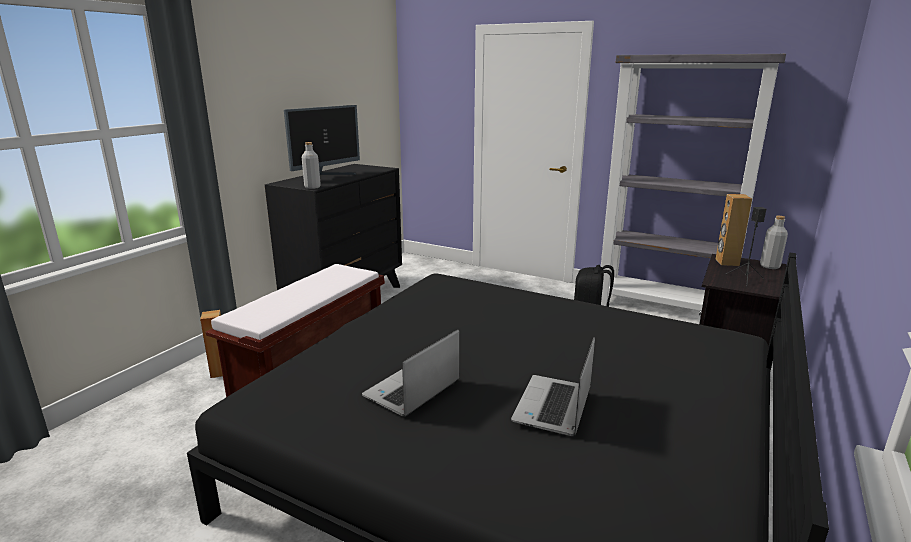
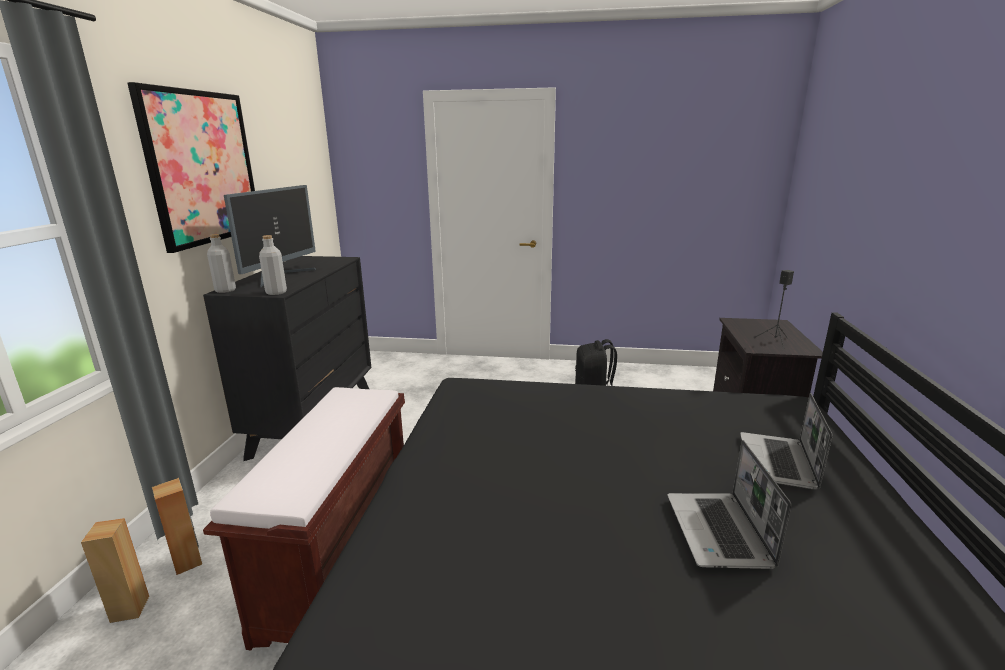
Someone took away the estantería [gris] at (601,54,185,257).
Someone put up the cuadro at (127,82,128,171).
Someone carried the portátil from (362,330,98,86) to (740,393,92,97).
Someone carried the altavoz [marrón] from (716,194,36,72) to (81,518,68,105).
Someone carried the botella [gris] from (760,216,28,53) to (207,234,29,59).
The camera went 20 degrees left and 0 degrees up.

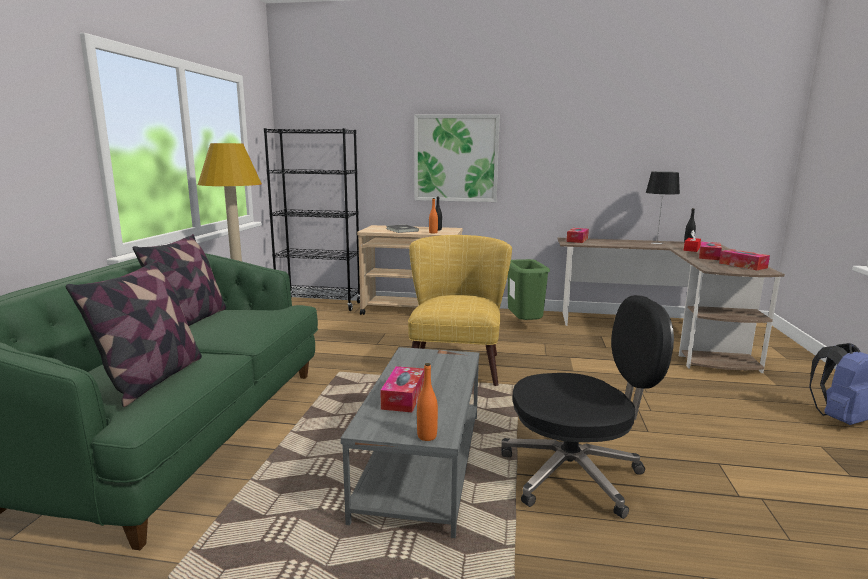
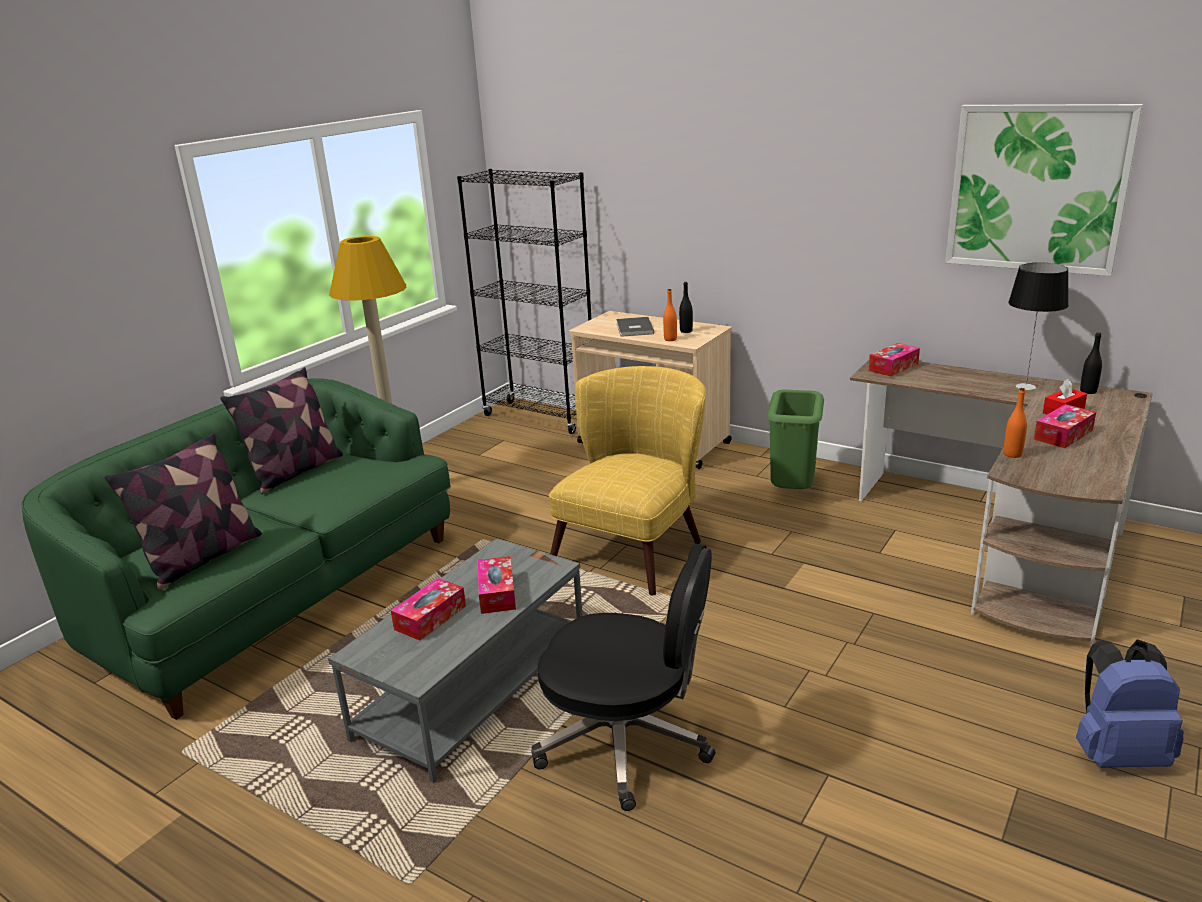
Someone carried the cuadro from (414,114,86,88) to (945,104,198,172).
Someone carried the botella [naranja] from (417,363,21,78) to (1003,388,24,70).
Someone carried the caja de pañuelos from (719,249,51,21) to (477,556,39,58).
The camera went 25 degrees right and 10 degrees up.

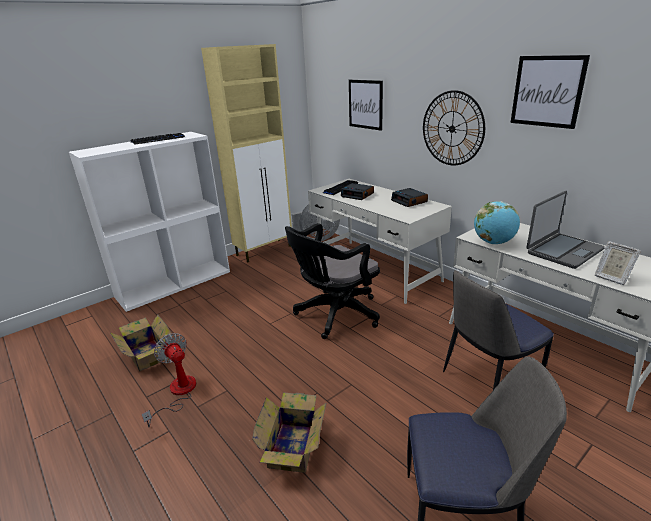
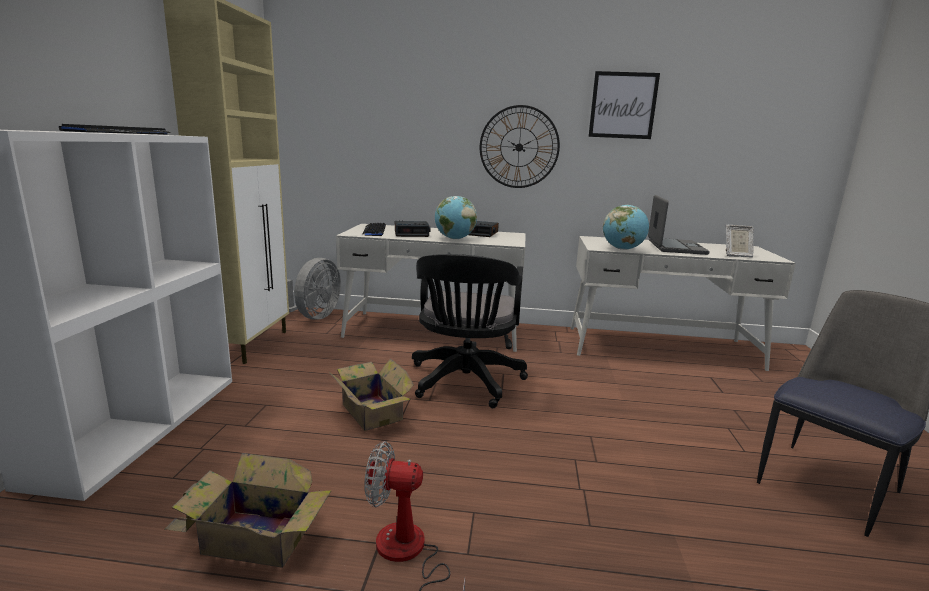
Someone took away the cuadro at (349,80,34,51).
Someone took away the silla at (443,270,111,120).
Someone put down the globo terráqueo at (435,196,42,43).
Someone carried the caja de cartón from (252,392,74,81) to (328,359,86,72).
The camera went 45 degrees left and 10 degrees down.

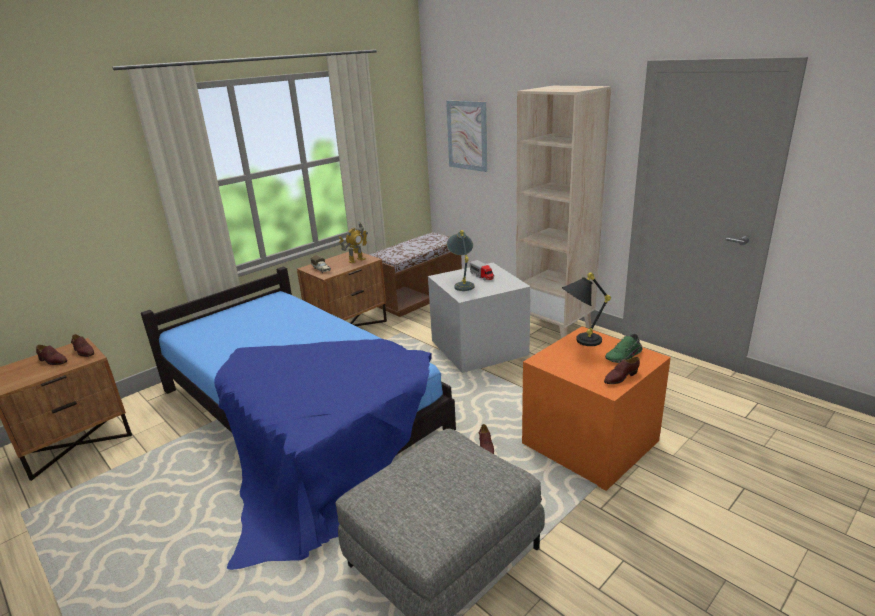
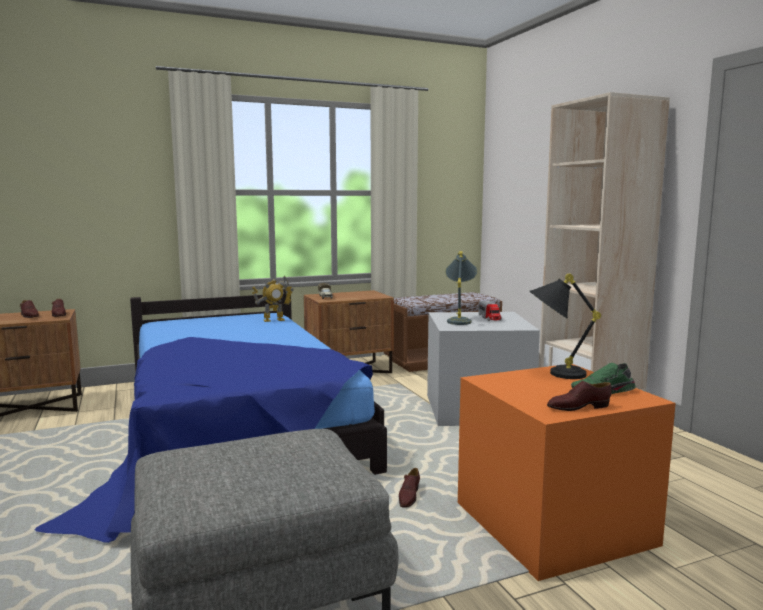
Someone took away the cuadro at (446,100,41,72).
Someone carried the robot de juguete from (339,223,29,40) to (252,276,42,46).
The camera went 20 degrees right and 15 degrees down.

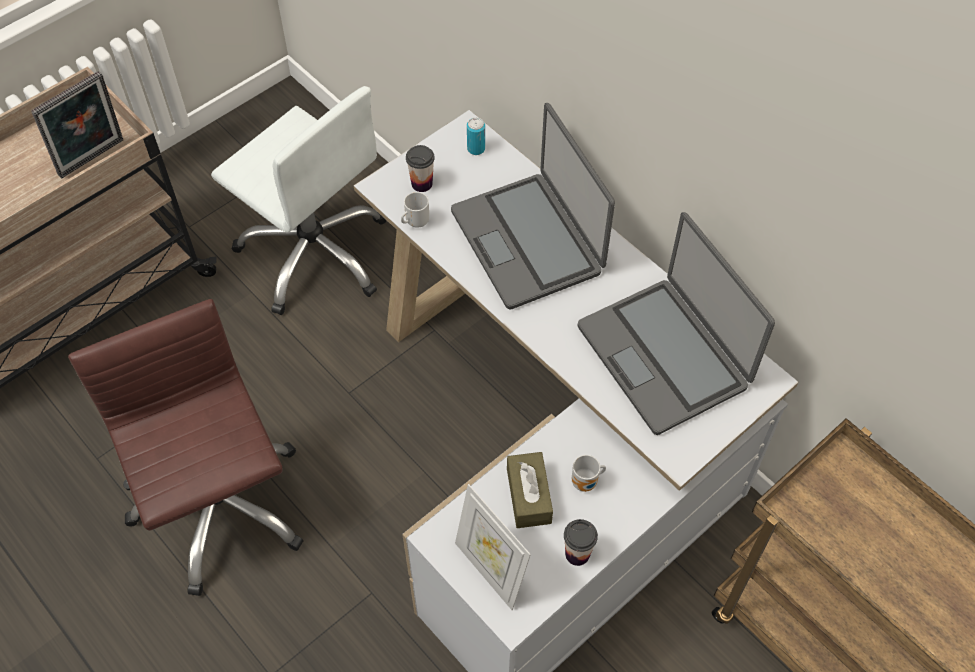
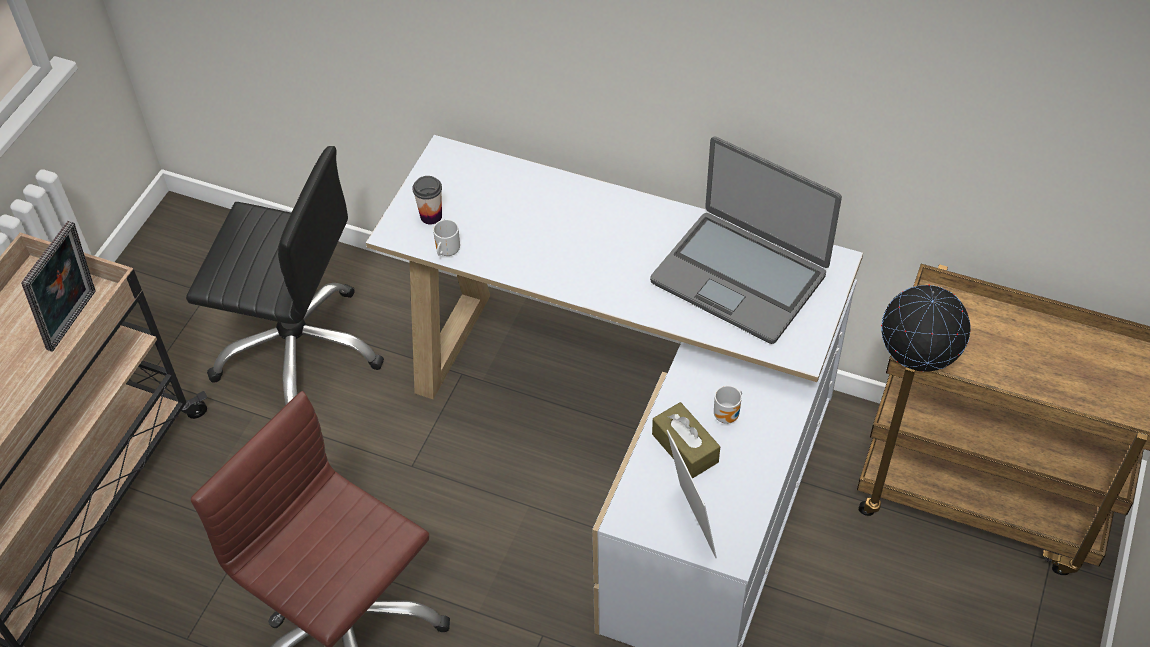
Someone took away the portátil at (451,103,164,206).
Someone took away the lata at (467,117,18,38).
Someone took away the taza at (564,519,34,47).
Someone put down the globo terráqueo at (881,285,89,87).
Someone repainted the silla de oficina [blanco] at (211,86,176,229), which became the silla de oficina [negro] at (186,146,198,259).
Someone rotated the portarretratos at (455,484,76,126) by 135 degrees counterclockwise.
The camera went 25 degrees left and 5 degrees down.

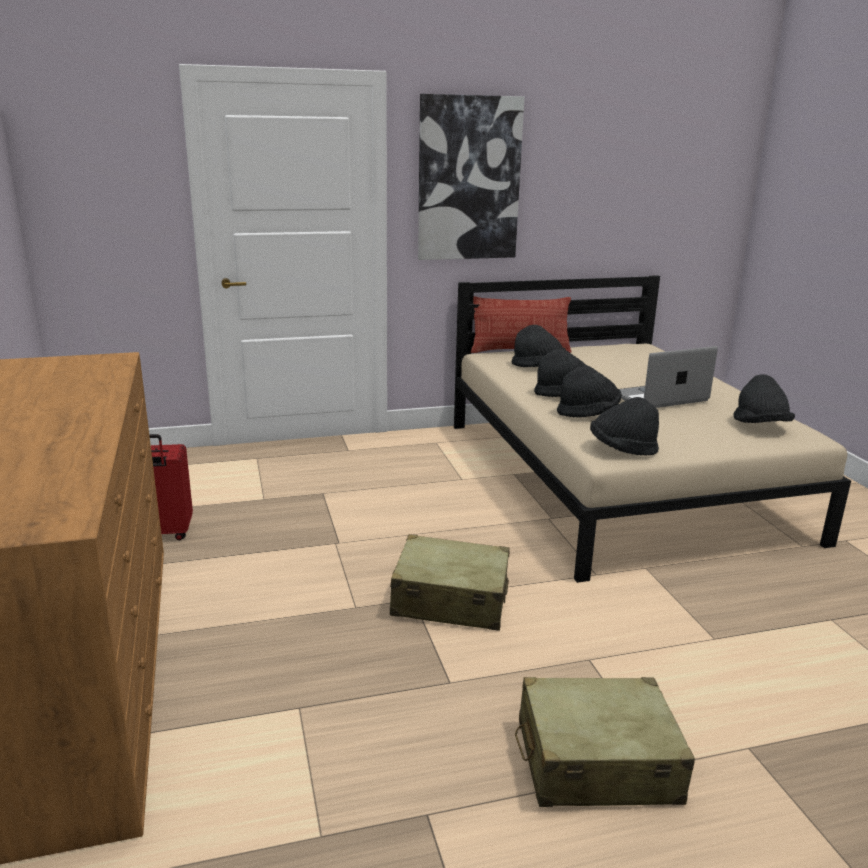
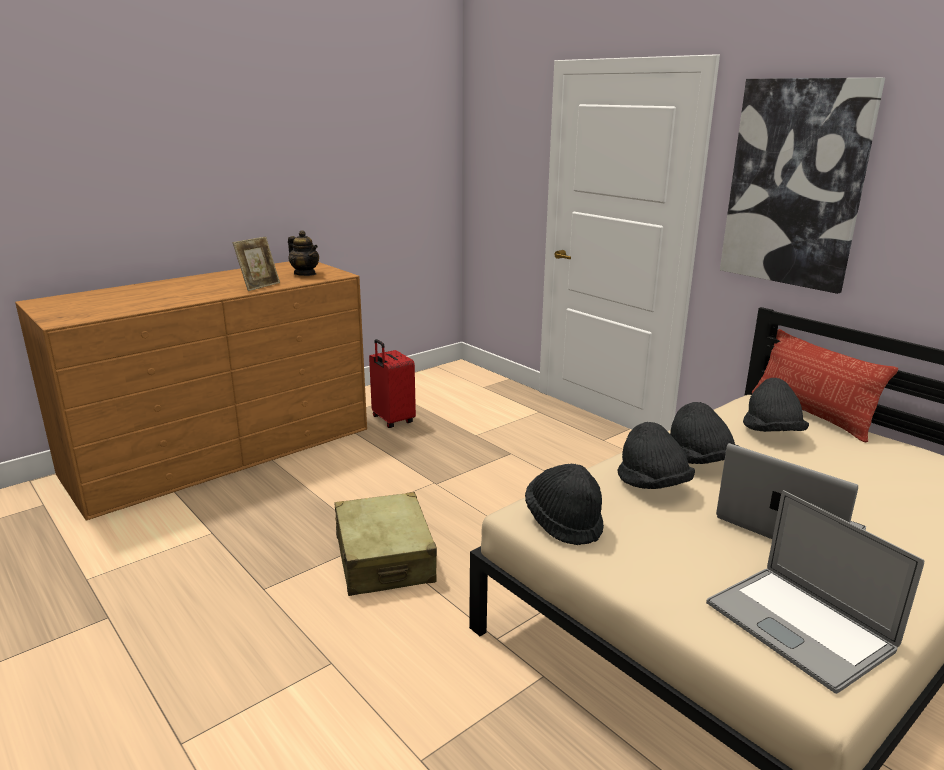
Someone took away the maleta [beis] at (515,677,180,130).
Someone put down the portarretratos at (233,237,47,54).
Someone put down the tetera at (288,230,31,46).
Someone swapped the sombrero [negro] at (733,374,62,49) for the portátil at (706,490,218,204).
The camera went 65 degrees right and 0 degrees up.

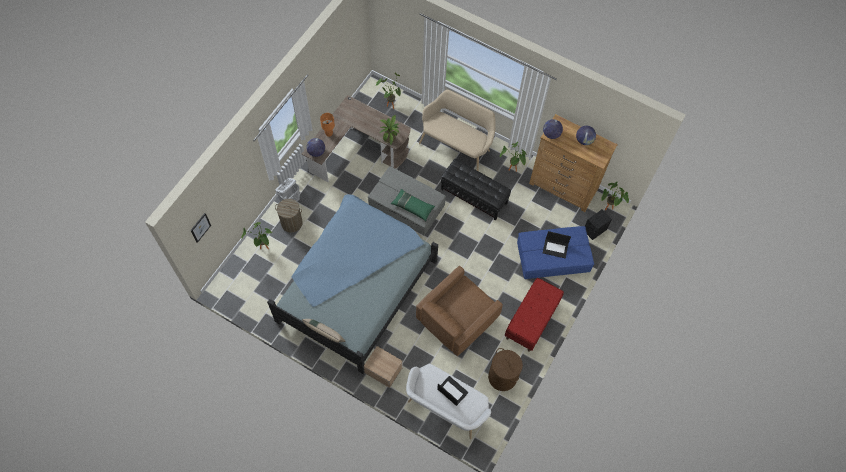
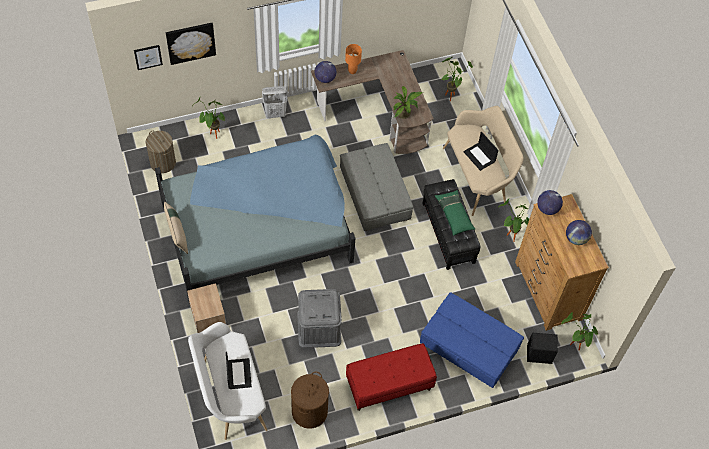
Someone put up the cuadro at (166,23,50,42).
Someone carried the cesto de la ropa from (275,199,28,34) to (146,131,30,42).
Someone carried the cojín [verde] from (391,189,44,32) to (435,190,40,46).
Someone carried the portátil from (543,231,28,28) to (463,132,35,39).
Someone swapped the sillón [marrón] at (416,266,87,90) for the caja de almacenaje [gris] at (297,289,45,59).
The camera went 40 degrees right and 5 degrees down.

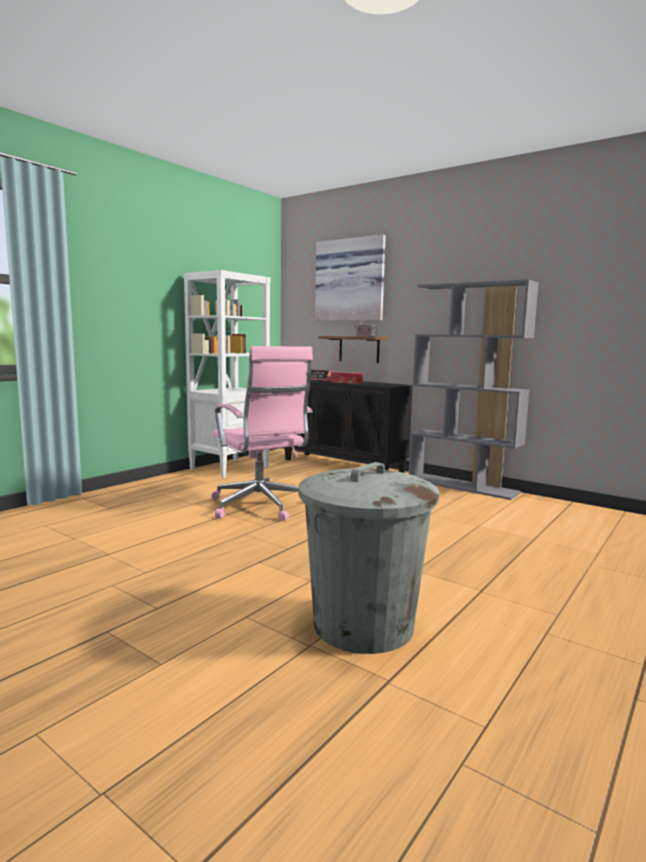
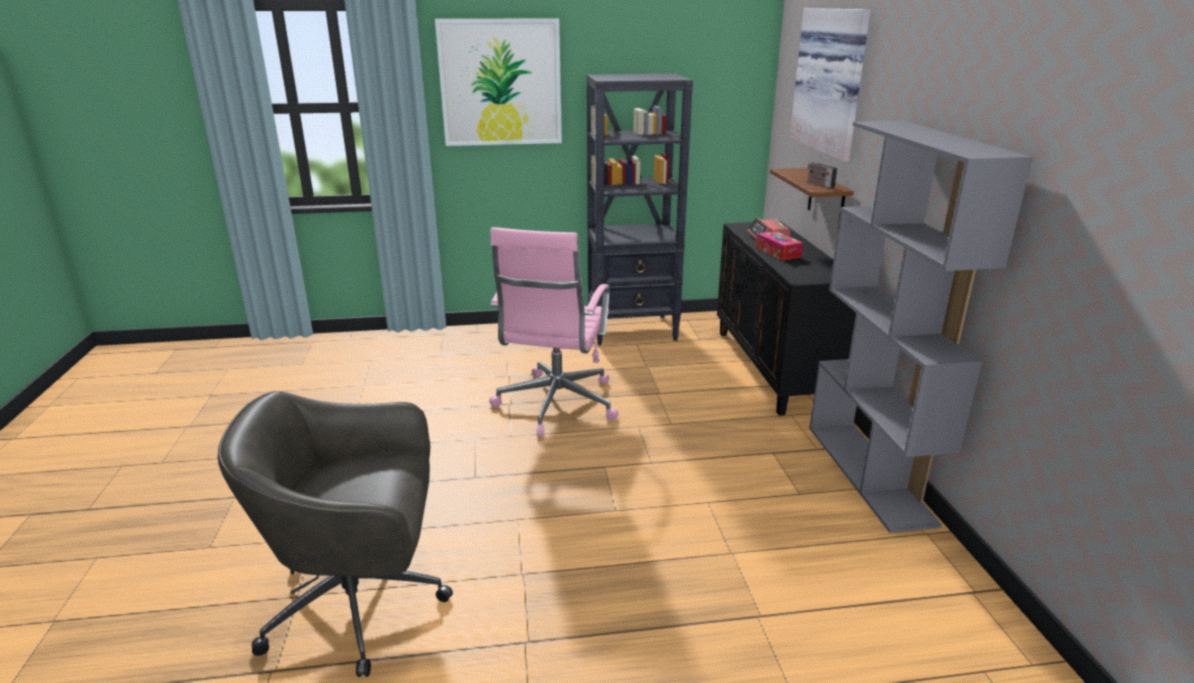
Someone put up the cuadro at (435,18,127,128).
Someone swapped the papelera [gris] at (299,462,140,192) for the silla de oficina [gris] at (218,391,235,286).
Someone repainted the estantería [blanco] at (184,270,86,208), which became the estantería [negro] at (587,73,106,272).
The camera went 45 degrees right and 15 degrees up.

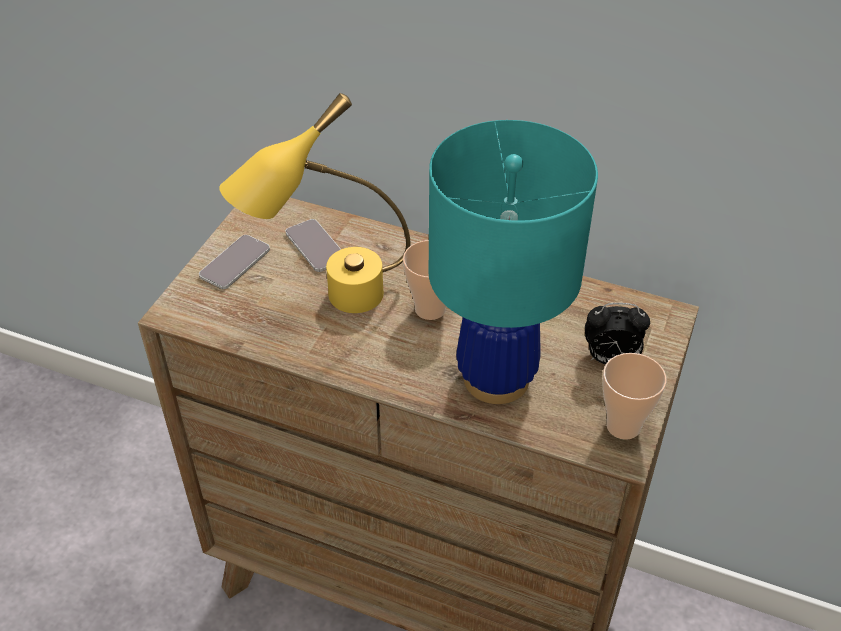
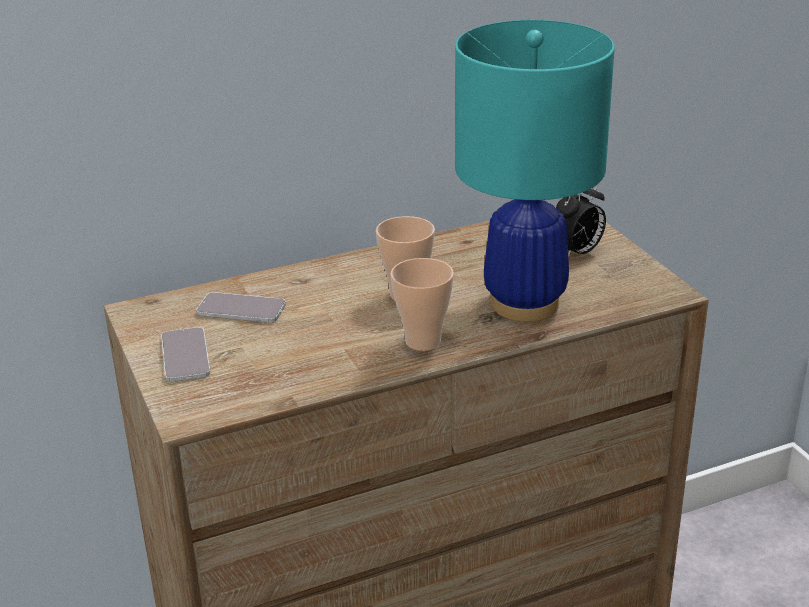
Someone took away the lámpara de mesa [amarillo] at (219,93,192,220).
Someone carried the taza from (603,353,64,87) to (390,258,64,93).
The camera went 45 degrees left and 15 degrees down.

